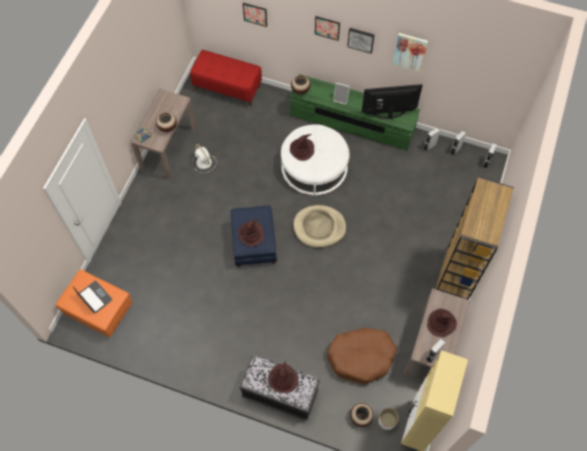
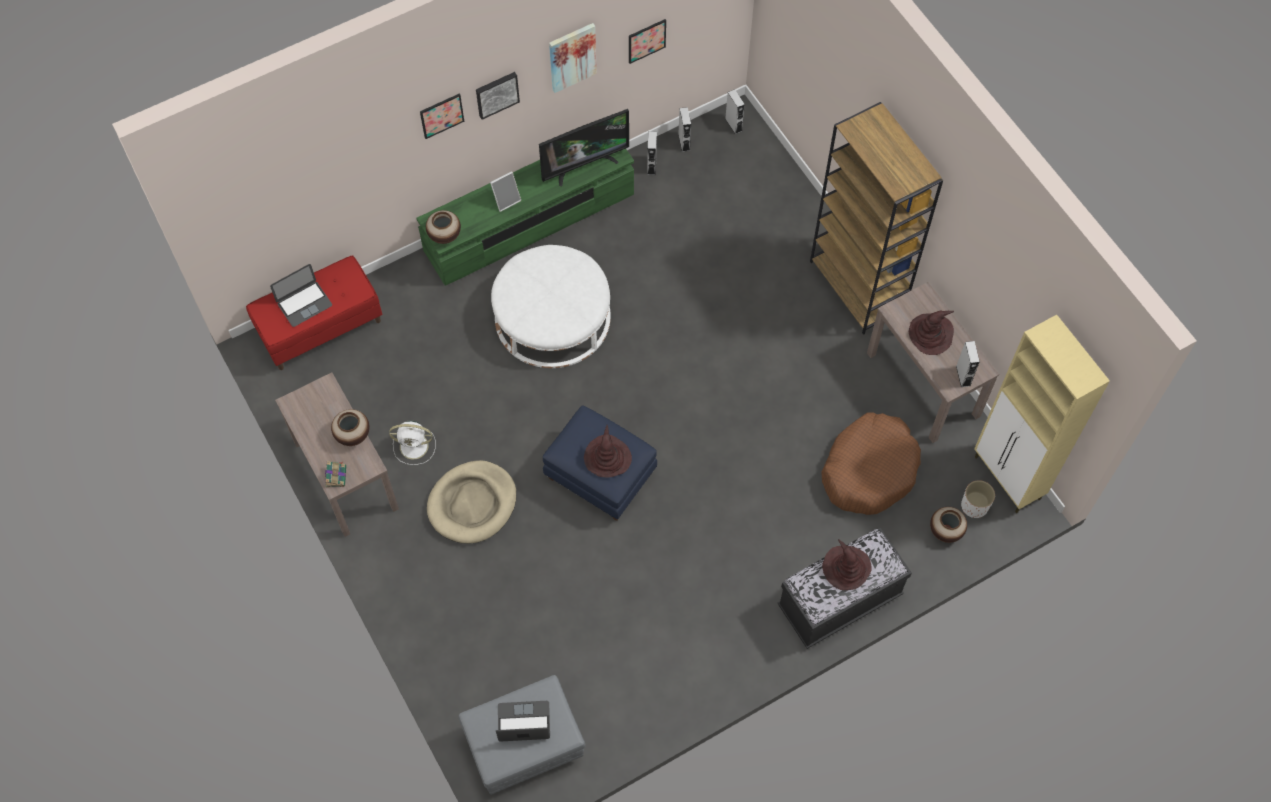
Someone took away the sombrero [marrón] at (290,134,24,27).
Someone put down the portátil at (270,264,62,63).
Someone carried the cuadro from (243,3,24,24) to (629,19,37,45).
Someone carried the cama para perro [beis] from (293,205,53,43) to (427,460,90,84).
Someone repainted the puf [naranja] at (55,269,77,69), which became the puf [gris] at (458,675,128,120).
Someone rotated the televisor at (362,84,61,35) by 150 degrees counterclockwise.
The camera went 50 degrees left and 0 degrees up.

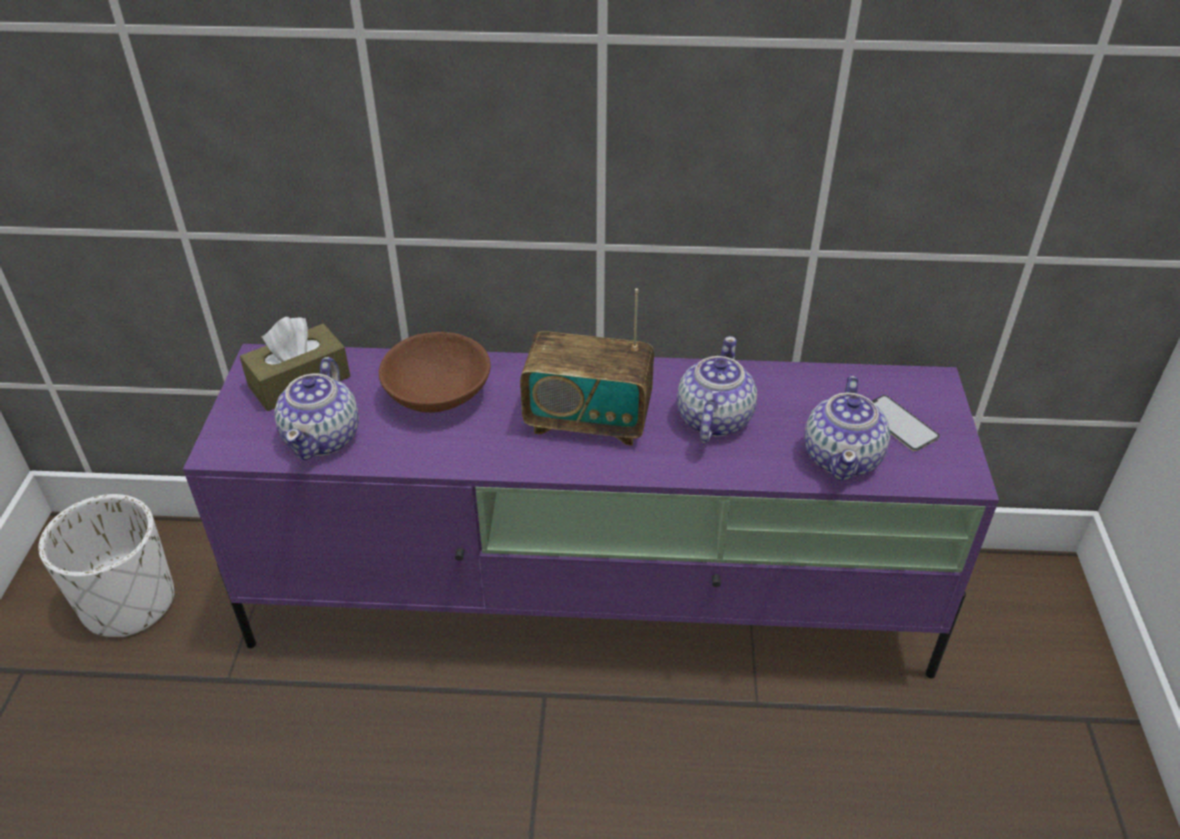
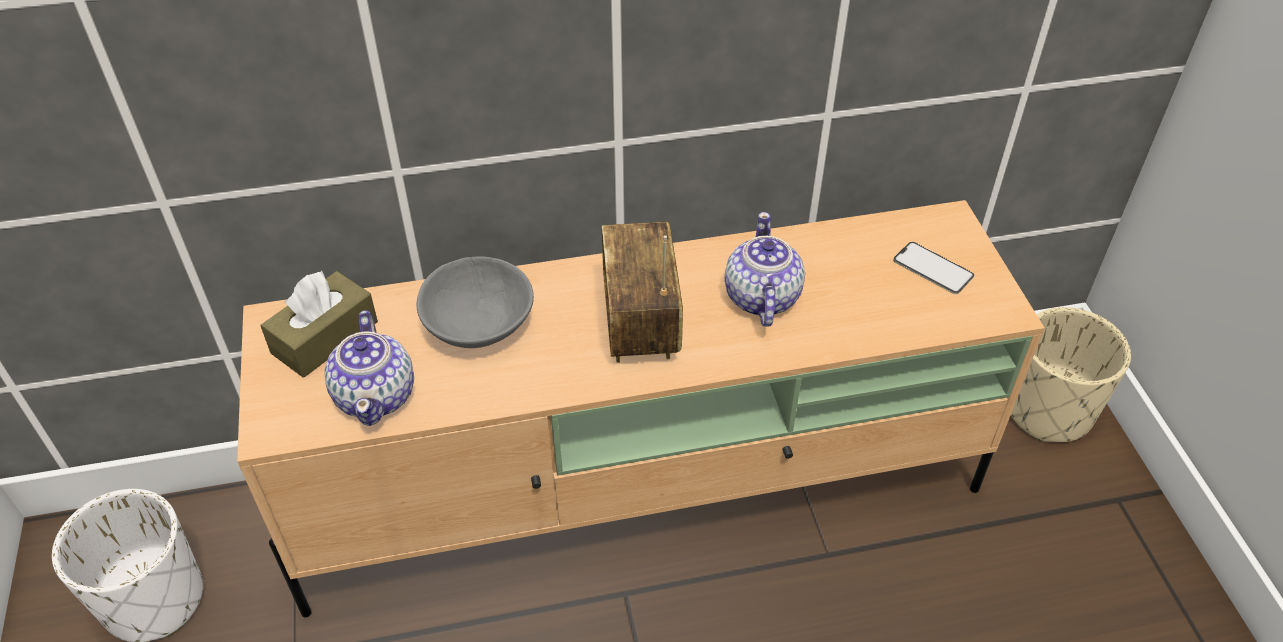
Someone took away the tetera at (805,376,85,105).
Someone put down the maceta [beis] at (1011,307,120,135).
Someone repainted the mueble de televisión [morado] at (183,344,816,335), which became the mueble de televisión [beis] at (237,200,807,417).
Someone repainted the cuenco [marrón] at (379,332,112,81), which became the cuenco [gris] at (417,256,117,92).
Someone rotated the radio at (520,288,134,158) by 90 degrees clockwise.
The camera went 15 degrees left and 5 degrees up.

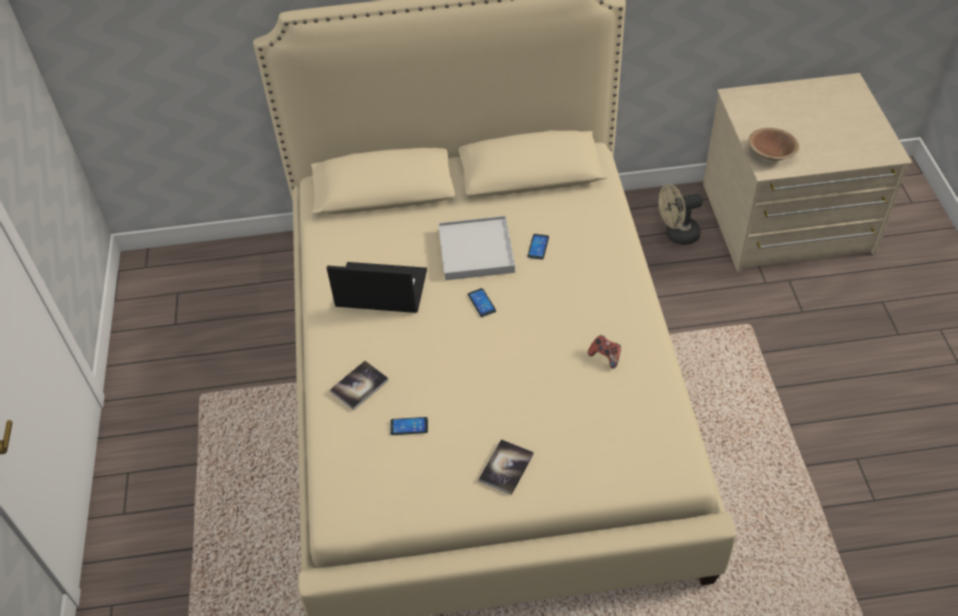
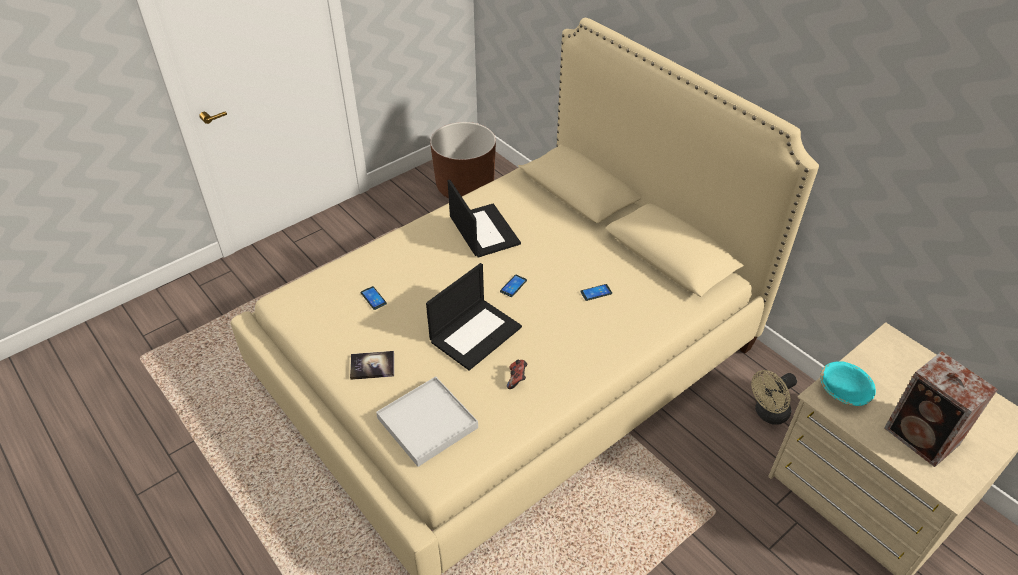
Someone took away the libro at (330,361,59,49).
Someone put down the portátil at (426,263,96,108).
Someone put down the maceta [marrón] at (430,122,66,76).
Someone put down the altavoz at (884,351,114,116).
Someone carried the bandeja [blanco] from (438,216,77,65) to (376,376,102,91).
Someone repainted the cuenco [marrón] at (749,128,50,33), which became the cuenco [turquesa] at (820,361,56,45).
Someone rotated the ventilador [beis] at (659,184,44,61) by 75 degrees counterclockwise.
The camera went 55 degrees right and 5 degrees down.

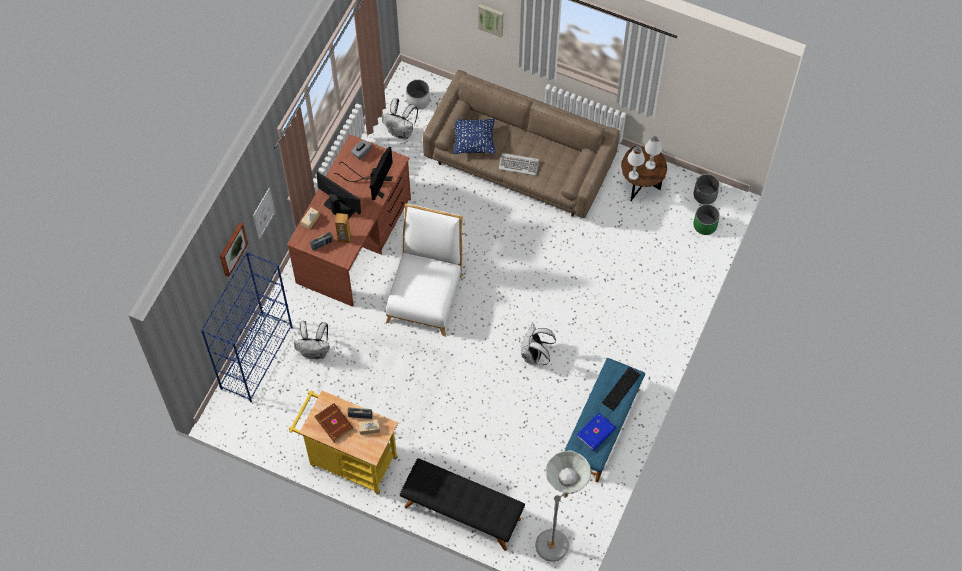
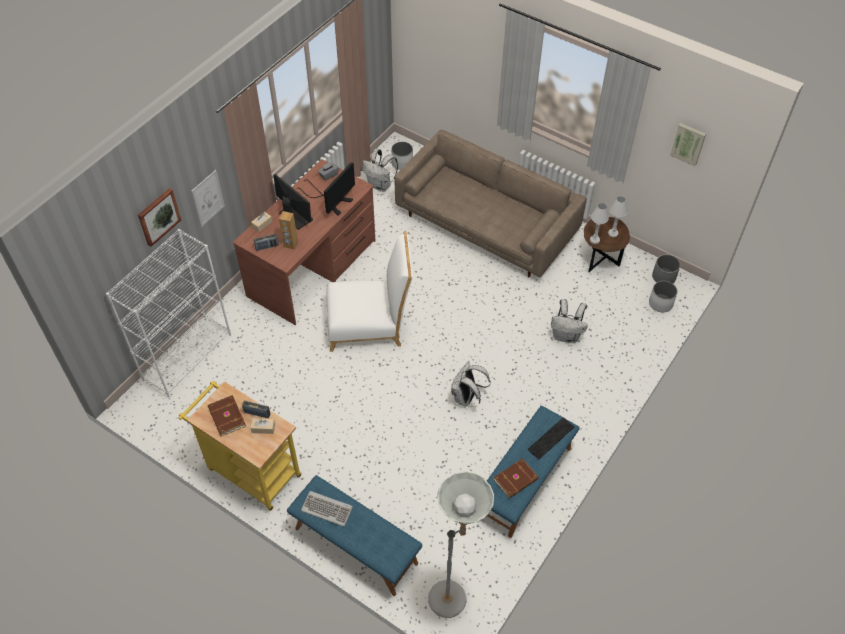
Someone took away the cojín [azul] at (453,118,43,36).
Someone carried the mochila [blanco] from (294,321,36,38) to (551,299,37,44).
Someone carried the cuadro from (478,4,25,34) to (670,123,36,43).
Someone carried the teclado from (499,153,40,23) to (301,491,52,36).
Someone repainted the estantería [azul] at (201,252,92,150), which became the estantería [blanco] at (106,229,125,169).
Someone repainted the banco [negro] at (400,458,125,93), which became the banco [azul] at (287,475,135,121).
Someone repainted the libro [azul] at (577,413,39,38), which became the libro [marrón] at (493,458,46,40).
Someone repainted the maceta [verde] at (693,204,27,31), which became the maceta [blanco] at (649,281,29,31).
Someone rotated the silla [blanco] at (386,204,77,132) by 60 degrees clockwise.
The camera went 10 degrees right and 10 degrees down.

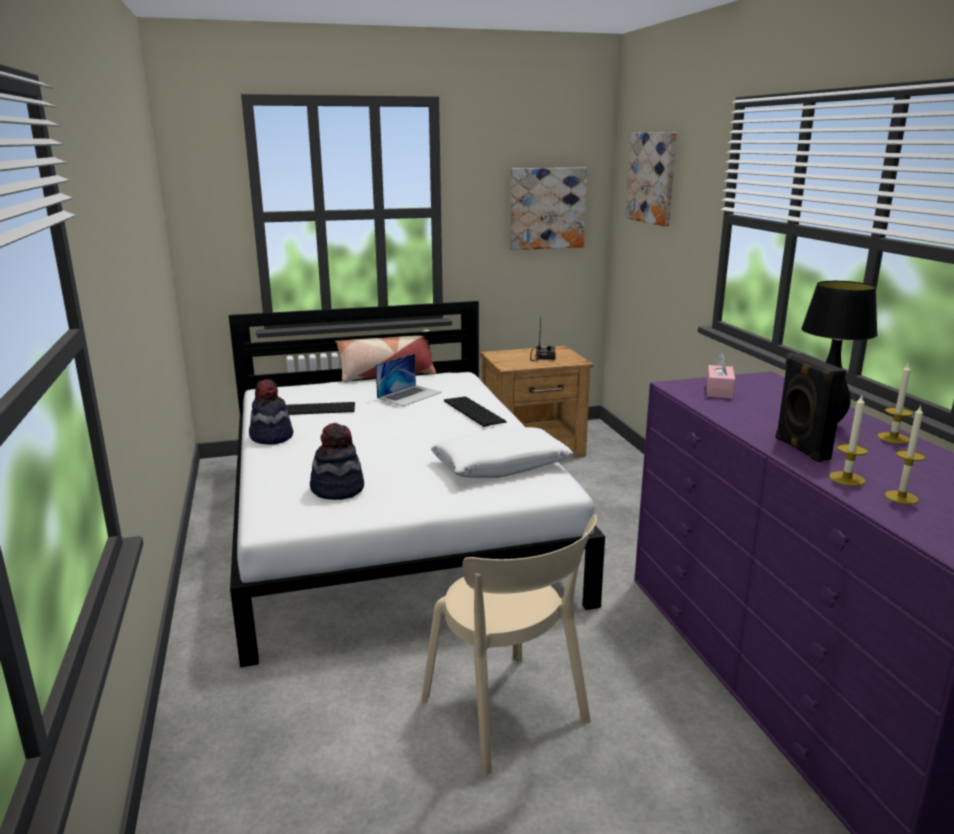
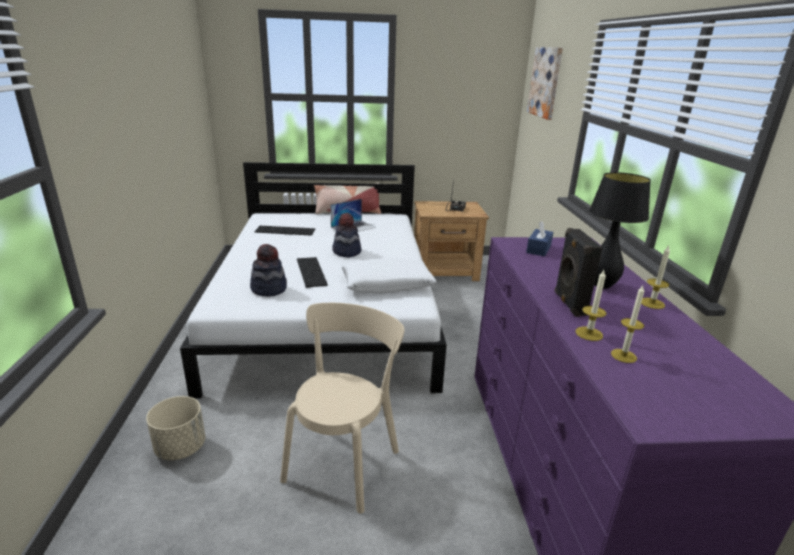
Someone took away the cuadro at (510,168,77,82).
Someone put down the maceta [beis] at (146,396,59,64).
Someone carried the sombrero from (249,379,45,66) to (332,213,30,44).
Someone carried the teclado from (444,397,63,30) to (297,257,31,31).
Someone repainted the caja de pañuelos [rosa] at (707,353,28,46), which became the caja de pañuelos [azul] at (526,221,27,35).
Someone rotated the silla [beis] at (421,514,176,262) by 135 degrees counterclockwise.
The camera went 10 degrees right and 5 degrees up.

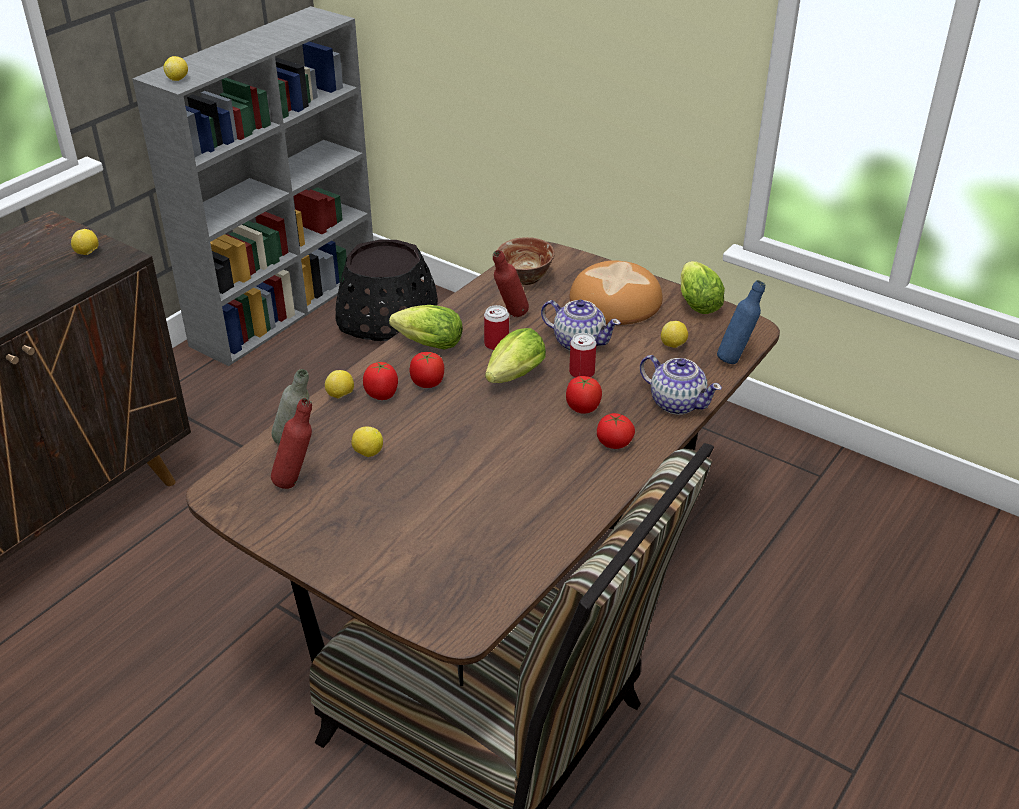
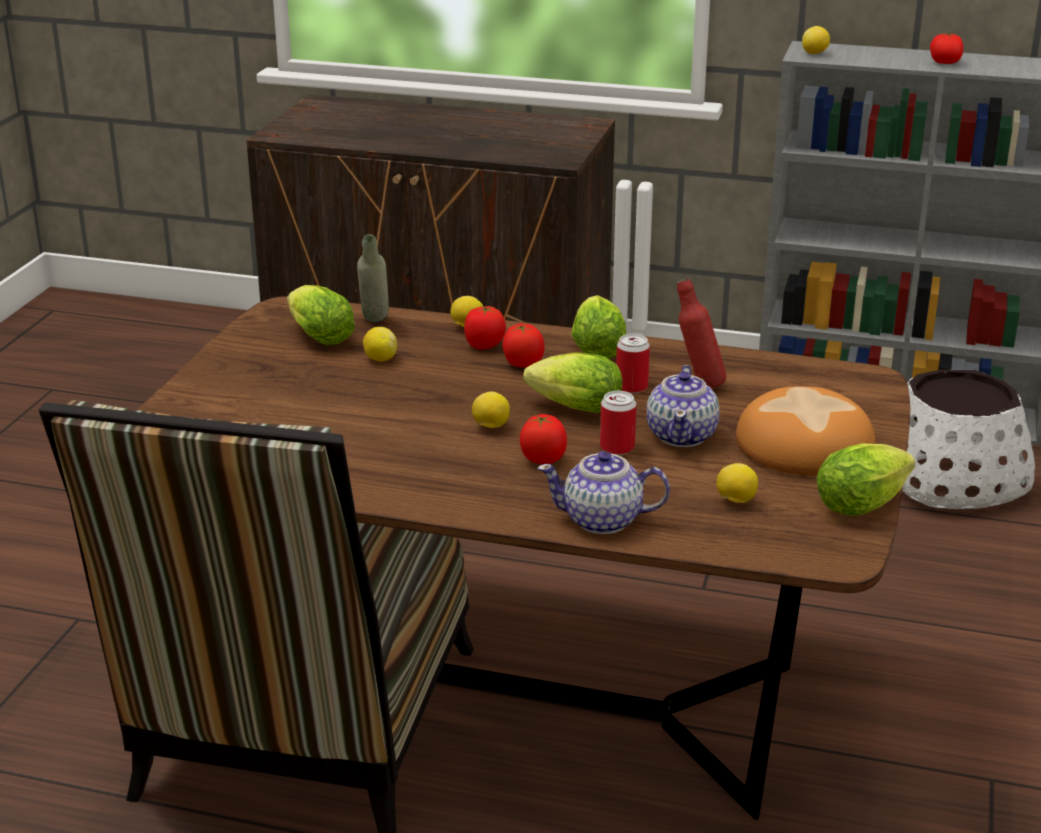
Someone took away the cuenco at (497,237,58,48).
Someone took away the botella [azul] at (717,280,48,84).
Someone carried the limón from (71,229,28,26) to (472,392,38,36).
Someone carried the tomate from (597,413,38,36) to (930,33,33,31).
Someone swapped the botella [rojo] at (271,398,41,91) for the lechuga at (287,285,68,60).
Someone repainted the maceta [negro] at (336,239,102,102), which became the maceta [blanco] at (902,369,133,140).
Someone rotated the tetera at (640,355,82,60) by 75 degrees clockwise.
The camera went 70 degrees right and 10 degrees down.

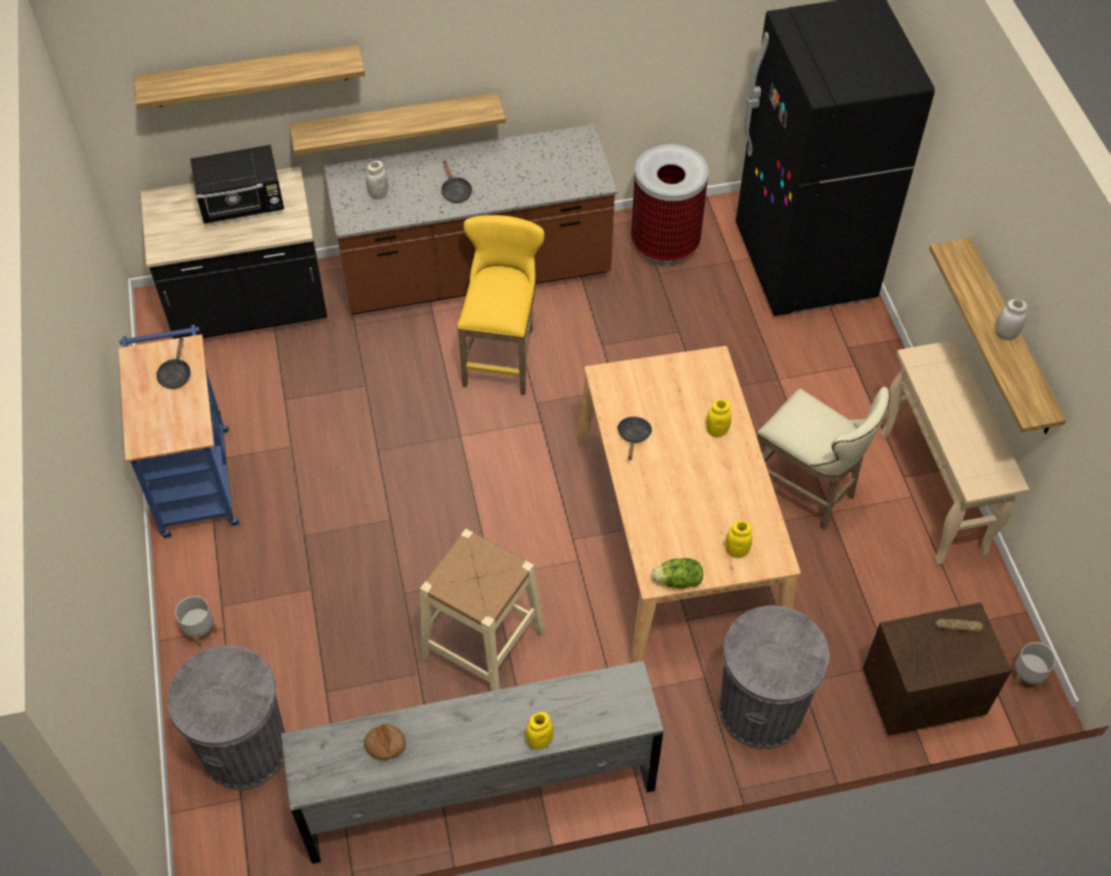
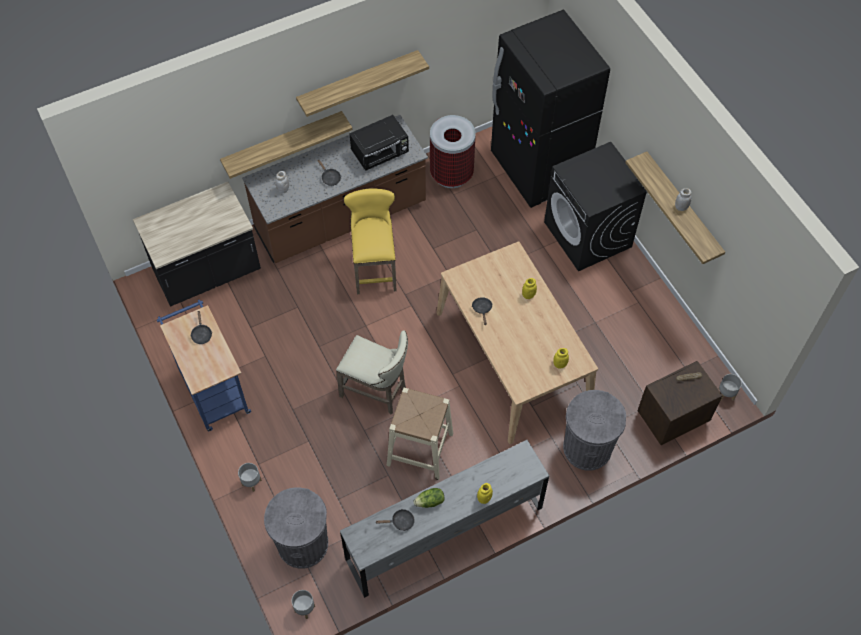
Someone took away the mesa consola [beis] at (880,340,149,225).
Someone put down the maceta [gris] at (292,590,23,29).
Someone put down the lavadora [negro] at (544,142,103,129).
Someone carried the estante from (134,45,231,64) to (296,50,133,67).
Someone carried the microondas [negro] from (190,145,94,79) to (349,115,60,56).
Someone carried the lechuga from (651,558,52,31) to (414,488,31,20).
Someone carried the taburete [beis] from (757,387,133,143) to (336,330,72,85).
Someone swapped the pan at (364,724,42,36) for the sartén [negro] at (376,509,39,22).
The camera went 15 degrees left and 5 degrees up.

